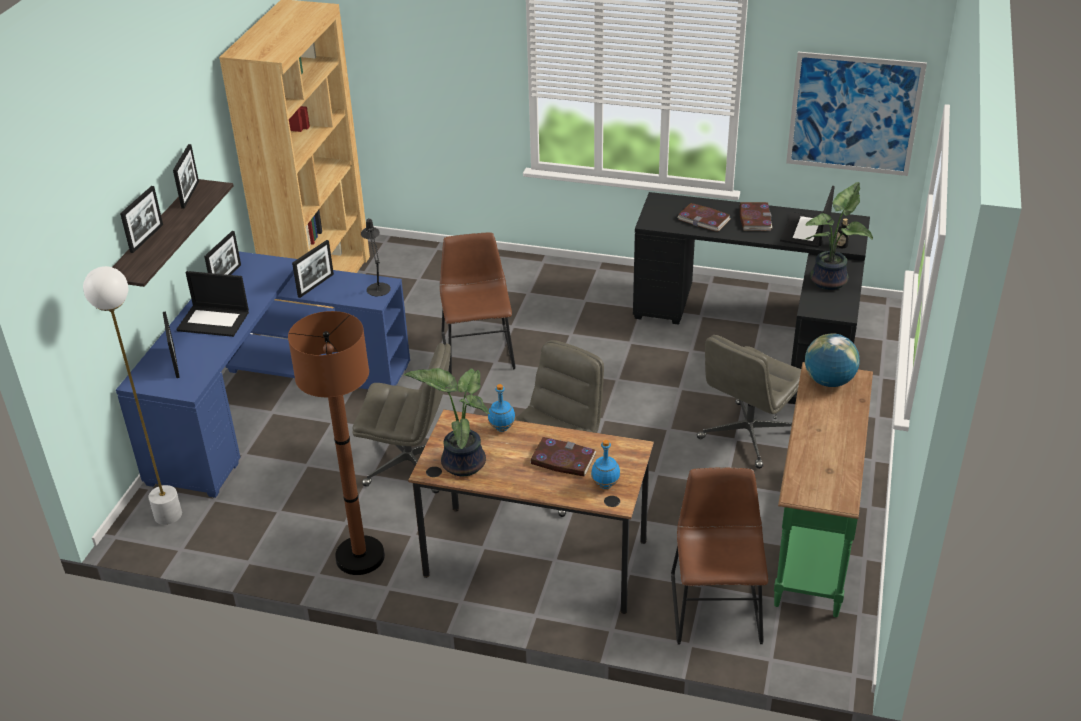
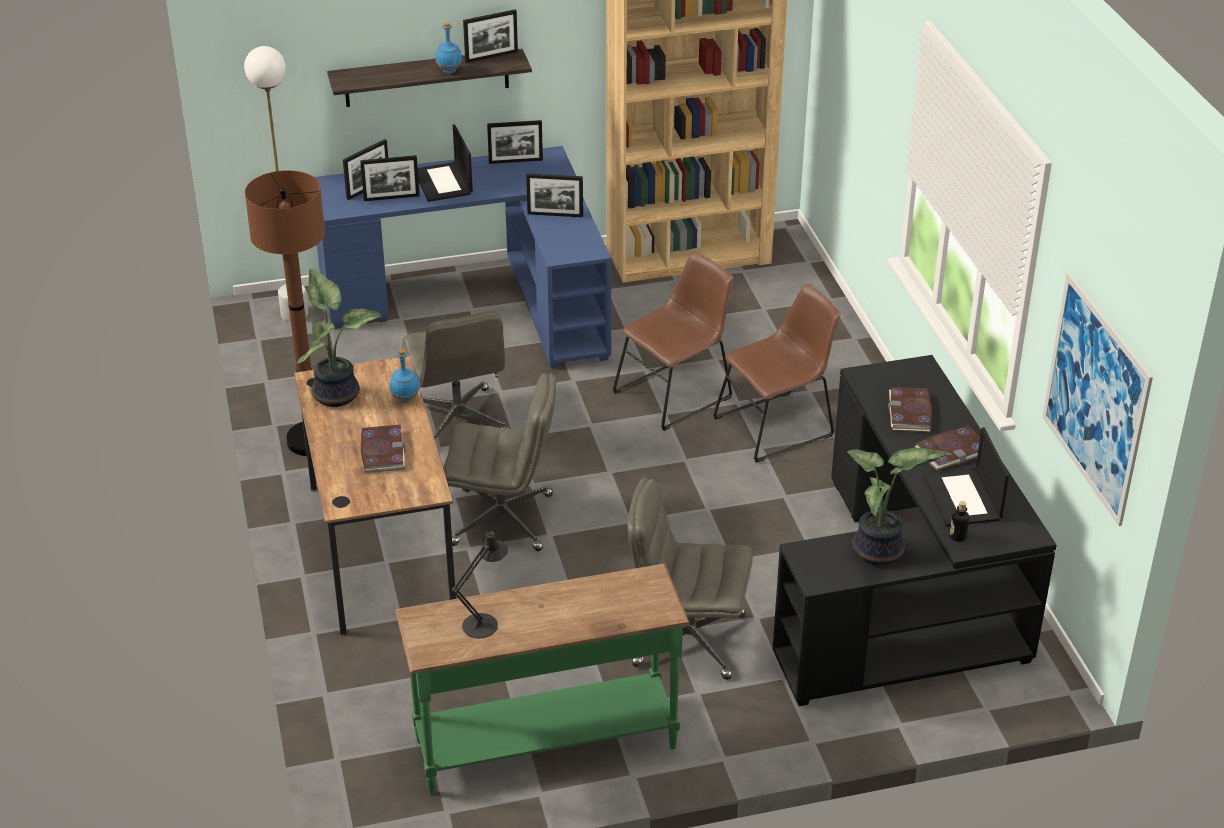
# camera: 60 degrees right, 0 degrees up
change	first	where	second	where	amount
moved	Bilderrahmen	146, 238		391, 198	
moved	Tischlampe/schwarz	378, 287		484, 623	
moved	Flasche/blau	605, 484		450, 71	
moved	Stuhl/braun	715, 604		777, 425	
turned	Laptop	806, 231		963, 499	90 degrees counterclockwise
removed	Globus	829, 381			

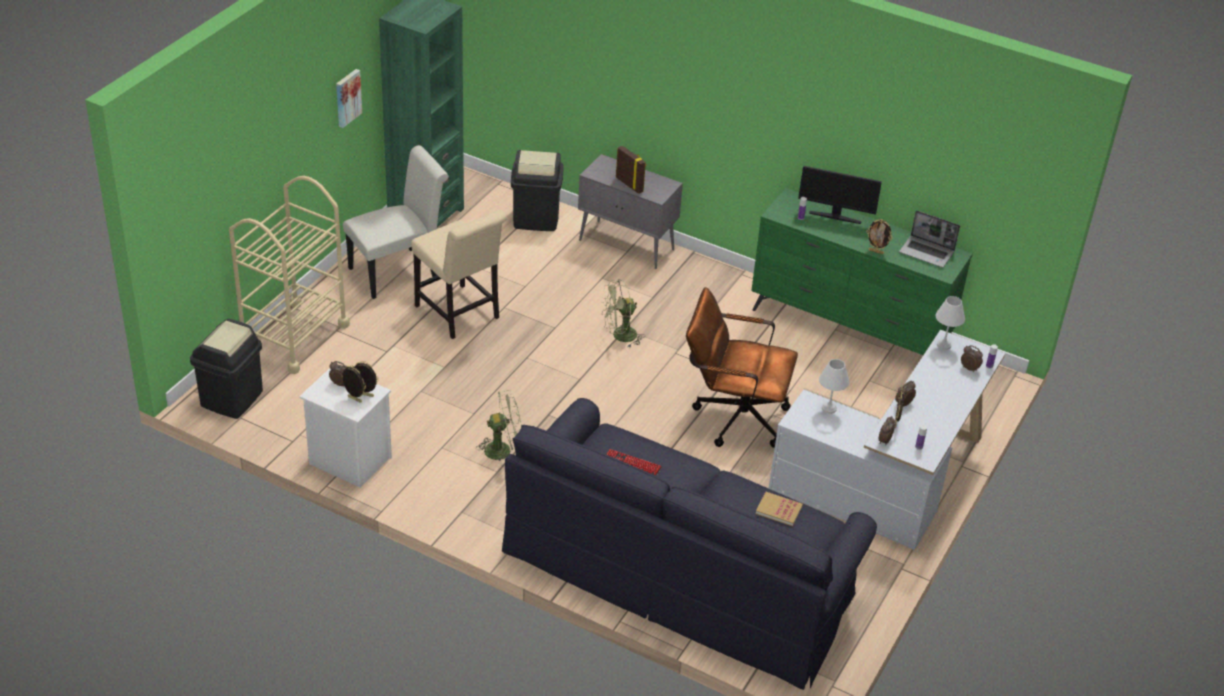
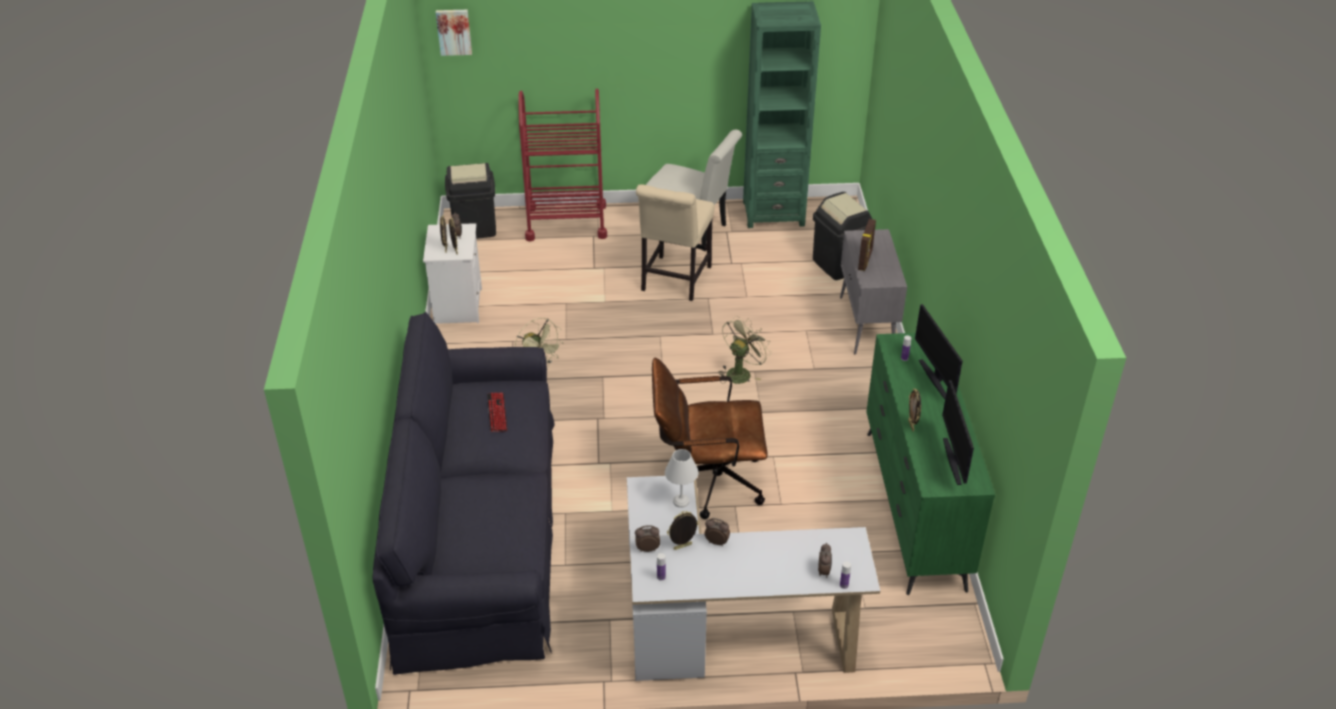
# camera: 60 degrees right, 0 degrees up
change	first	where	second	where	amount
recoloured	Rollwagen/beige	294, 337	Rollwagen/rot	566, 222	
moved	Bild	347, 97		454, 31	
turned	Ventilator/grün	619, 336		741, 372	90 degrees clockwise
turned	Bürostuhl/braun	733, 416		706, 482	75 degrees counterclockwise
removed	Buch	778, 510			
replaced	Laptop	927, 252	Monitor	954, 461	
removed	Tischlampe/weiß	944, 344			

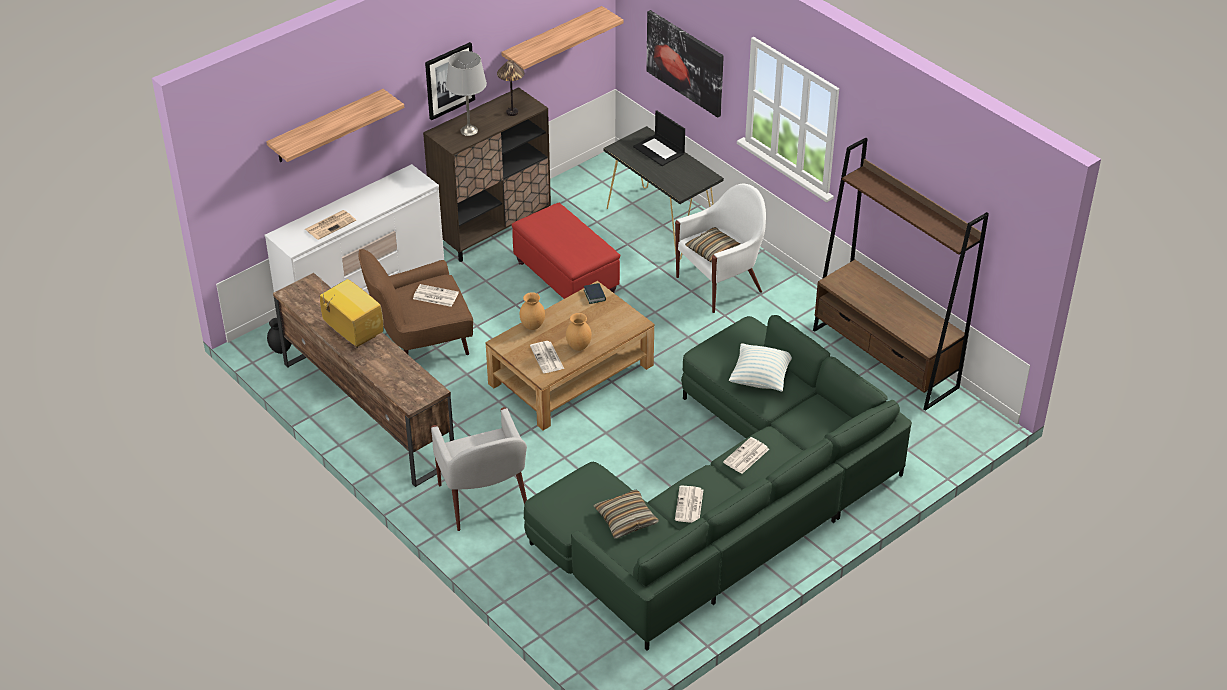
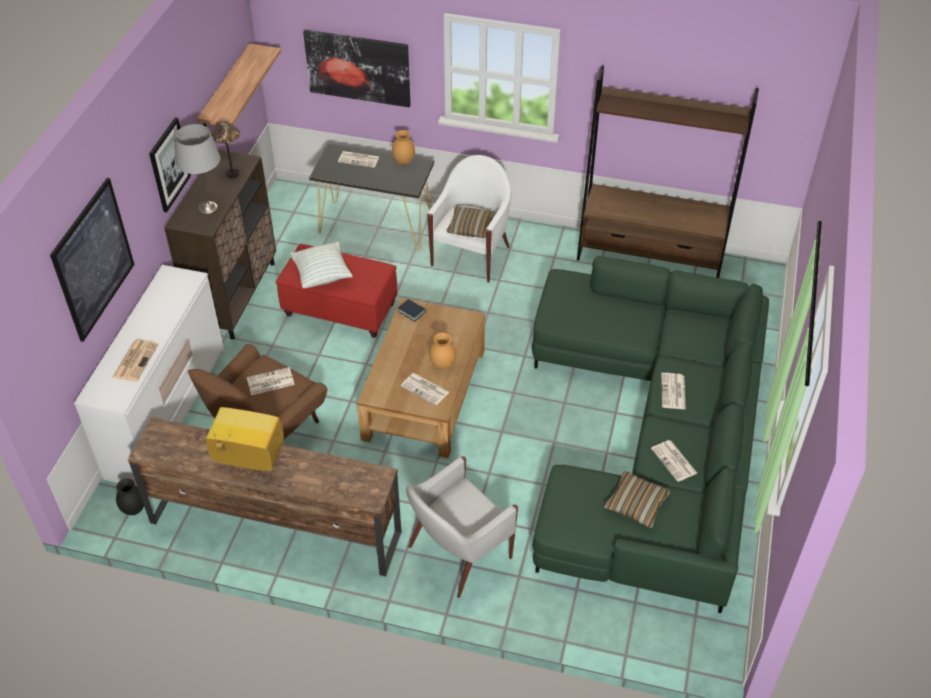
# camera: 35 degrees left, 5 degrees up
change	first	where	second	where	amount
replaced	Wandregal	327, 126	Bild	93, 259	
turned	Sessel/weiß	483, 500		457, 553	105 degrees clockwise
moved	Vase/braun	532, 326		403, 162	
replaced	Laptop	659, 150	Zeitung	359, 159	
moved	Kissen	760, 378		322, 275	

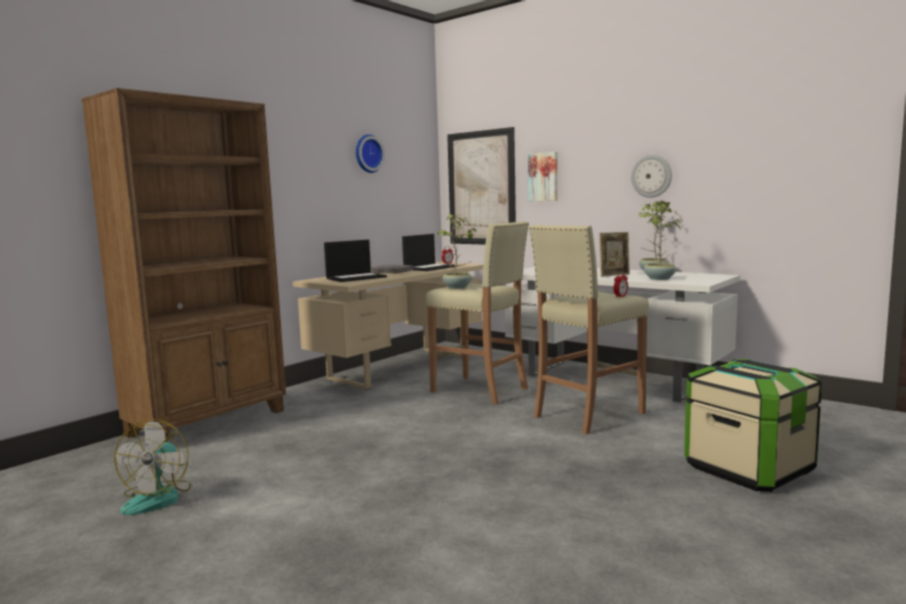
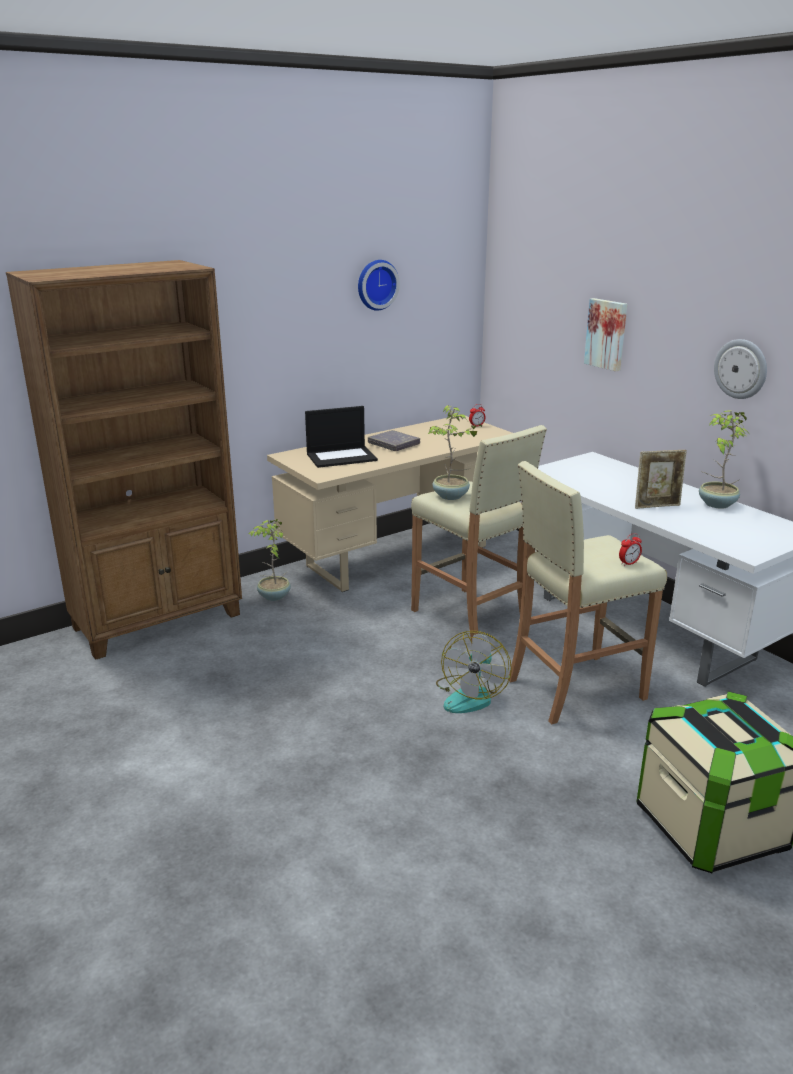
# camera: 15 degrees right, 15 degrees up
change	first	where	second	where	amount
moved	Ventilator	158, 497		471, 695	
removed	Laptop	430, 268			
removed	Bild	481, 188			
moved	Topfpflanze	659, 279		273, 596	

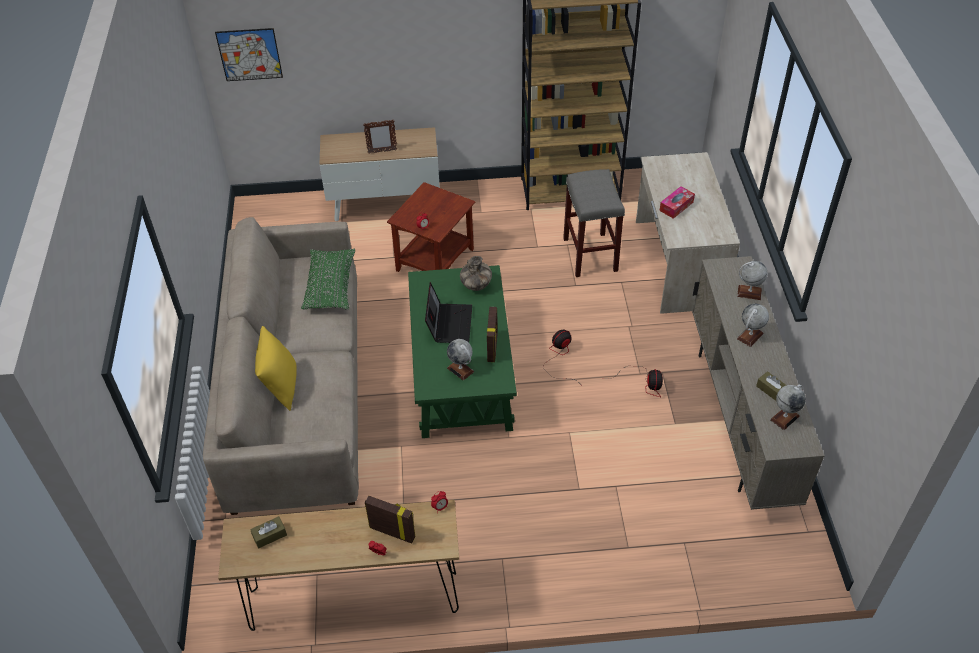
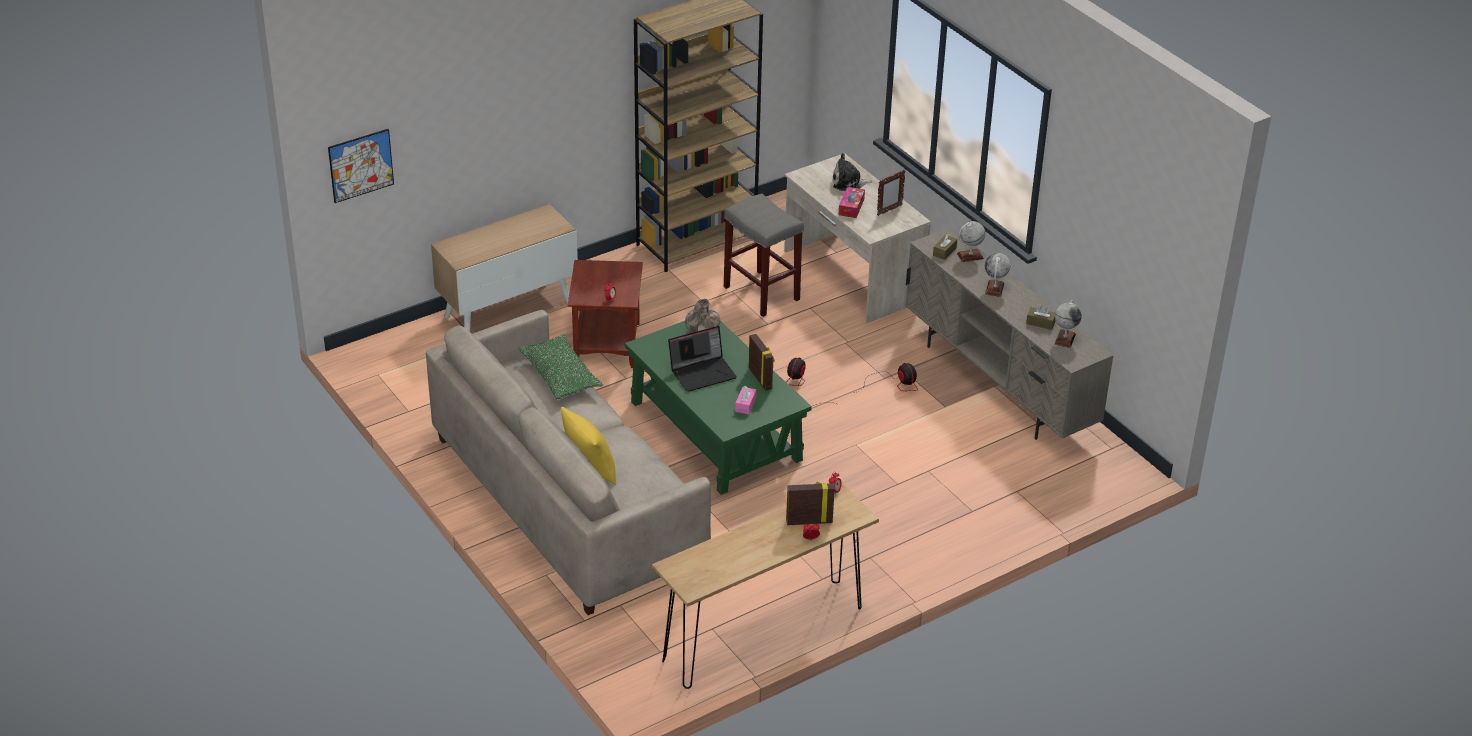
# camera: 30 degrees left, 10 degrees down
change	first	where	second	where	amount
moved	Taschentuchbox/braun	269, 535		944, 251	
moved	Bilderrahmen	382, 151		889, 210	
turned	Laptop	449, 323		703, 372	90 degrees clockwise
replaced	Globus	460, 370	Taschentuchbox/rosa	745, 405	
added			Plüschtier	848, 182	

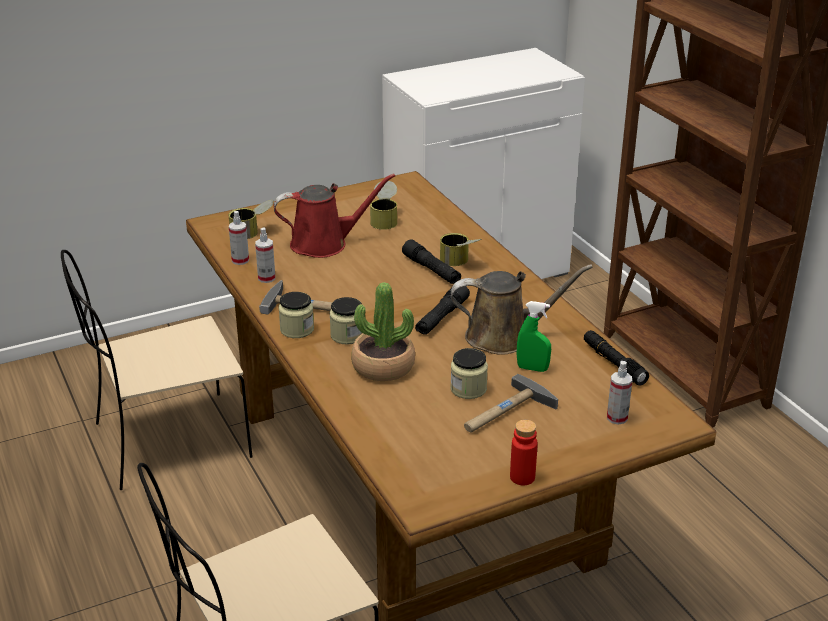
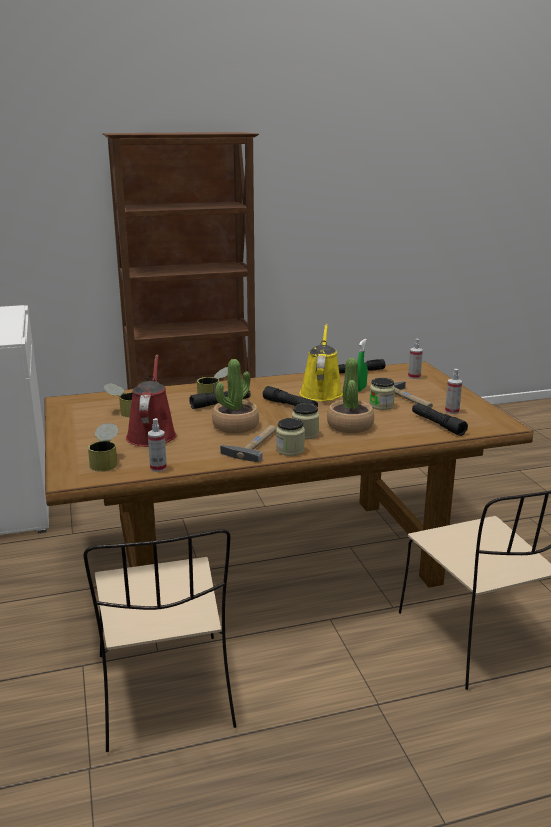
# camera: 80 degrees left, 10 degrees down
change	first	where	second	where	amount
moved	Sprühflasche	266, 278		452, 411	
recoloured	Gießkanne/braun	504, 337	Gießkanne/gelb	321, 392	
removed	Flasche/rot	522, 477			
added			Topfpflanze	235, 426	
added			Taschenlampe/schwarz	438, 424	

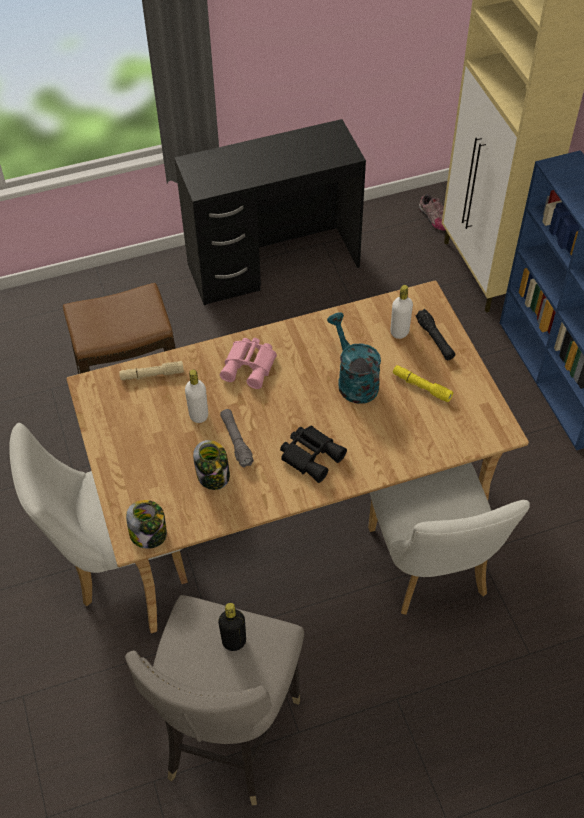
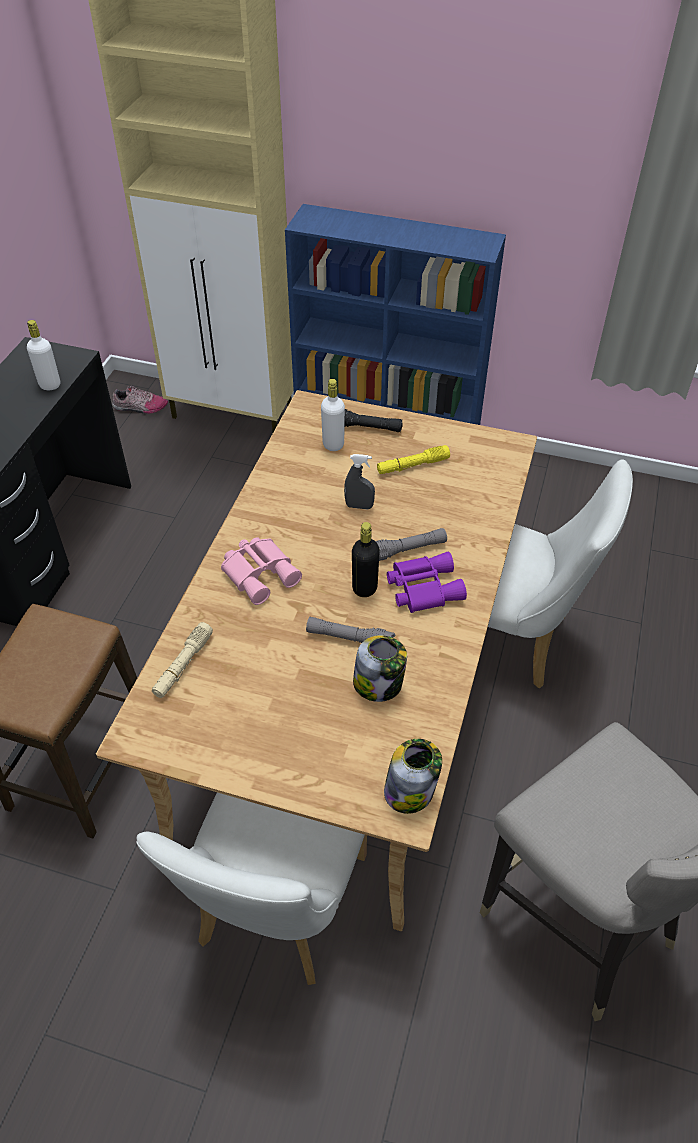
# camera: 55 degrees left, 5 degrees down
change	first	where	second	where	amount
moved	Flasche/weiß	198, 415		50, 385	
moved	Flasche/schwarz	234, 641		364, 588	
recoloured	Fernglas/schwarz	311, 455	Fernglas/lila	422, 587	
replaced	Gießkanne/türkis	353, 380	Sprühflasche/grau	359, 506	
added			Taschenlampe/grau	407, 550	

